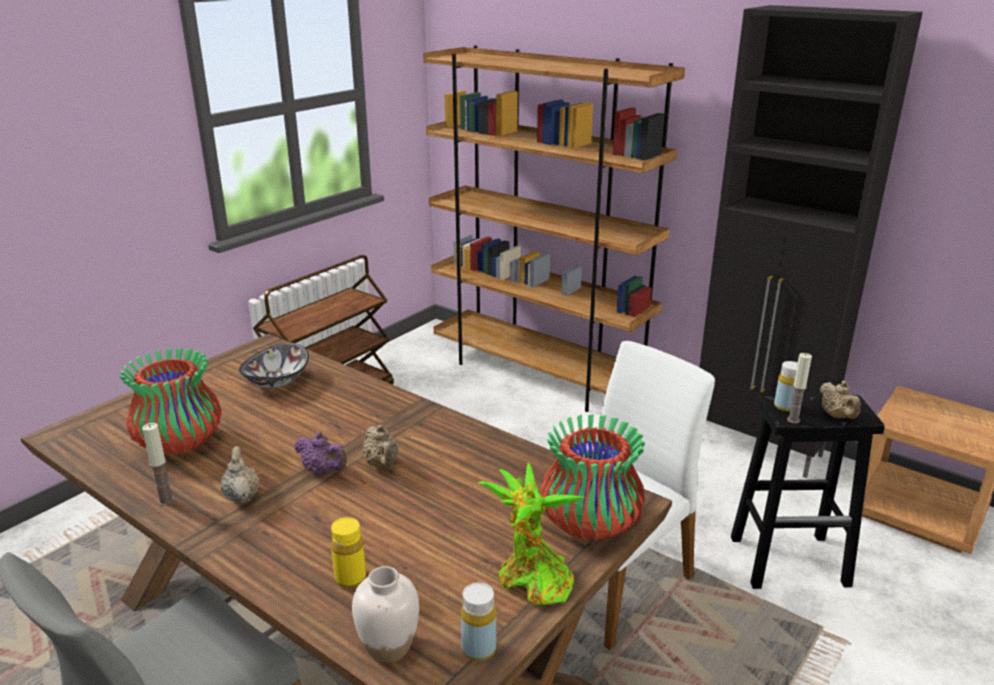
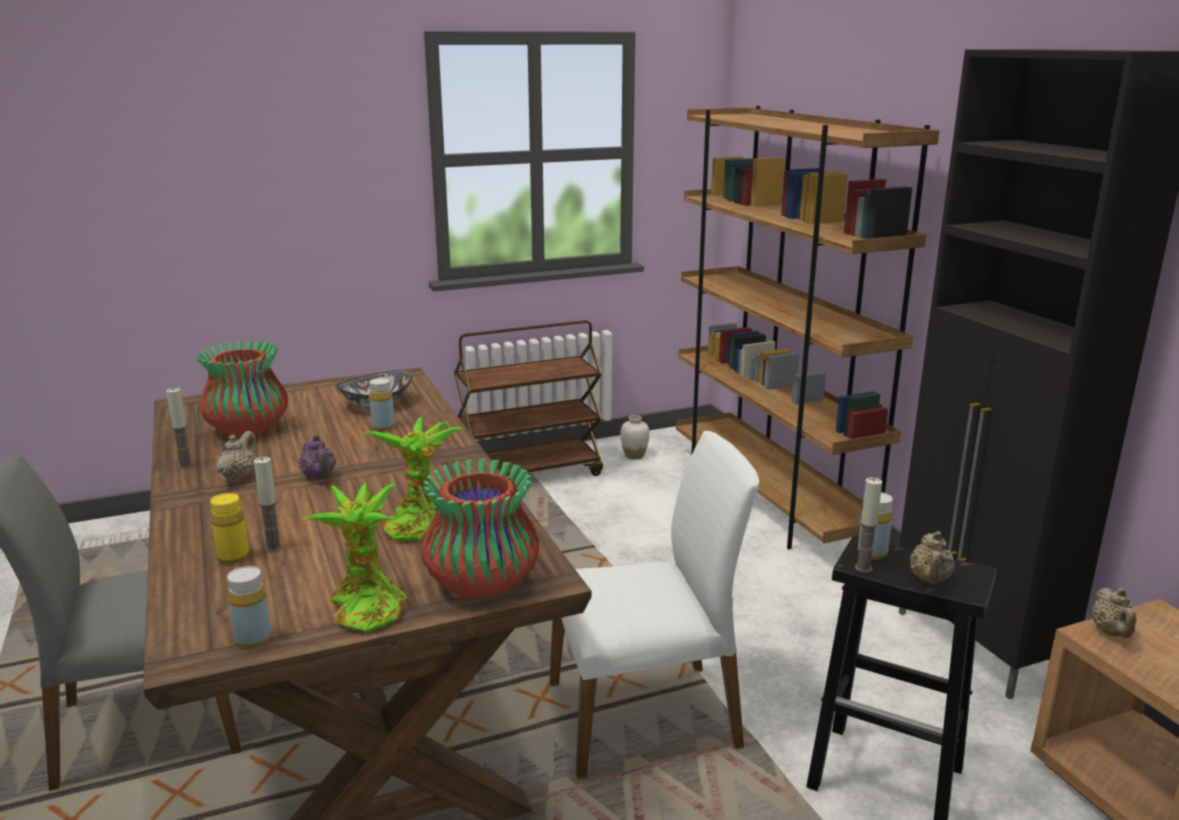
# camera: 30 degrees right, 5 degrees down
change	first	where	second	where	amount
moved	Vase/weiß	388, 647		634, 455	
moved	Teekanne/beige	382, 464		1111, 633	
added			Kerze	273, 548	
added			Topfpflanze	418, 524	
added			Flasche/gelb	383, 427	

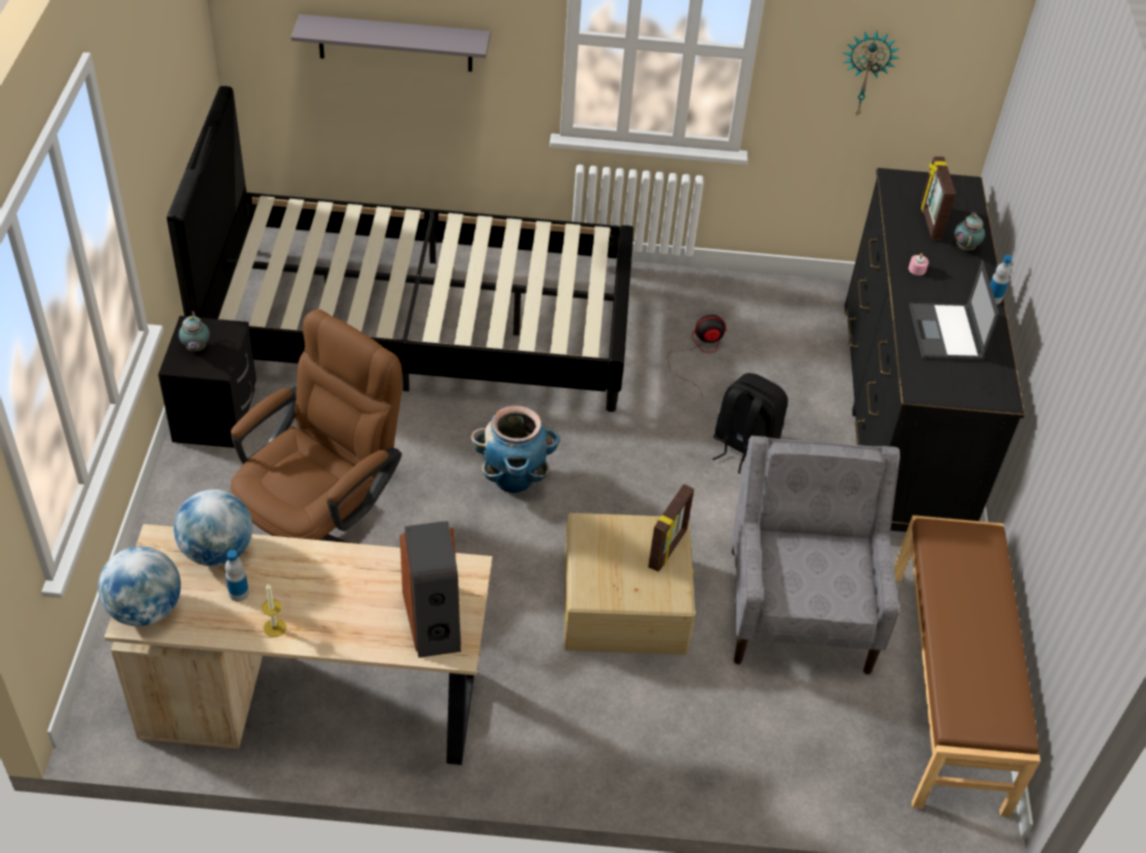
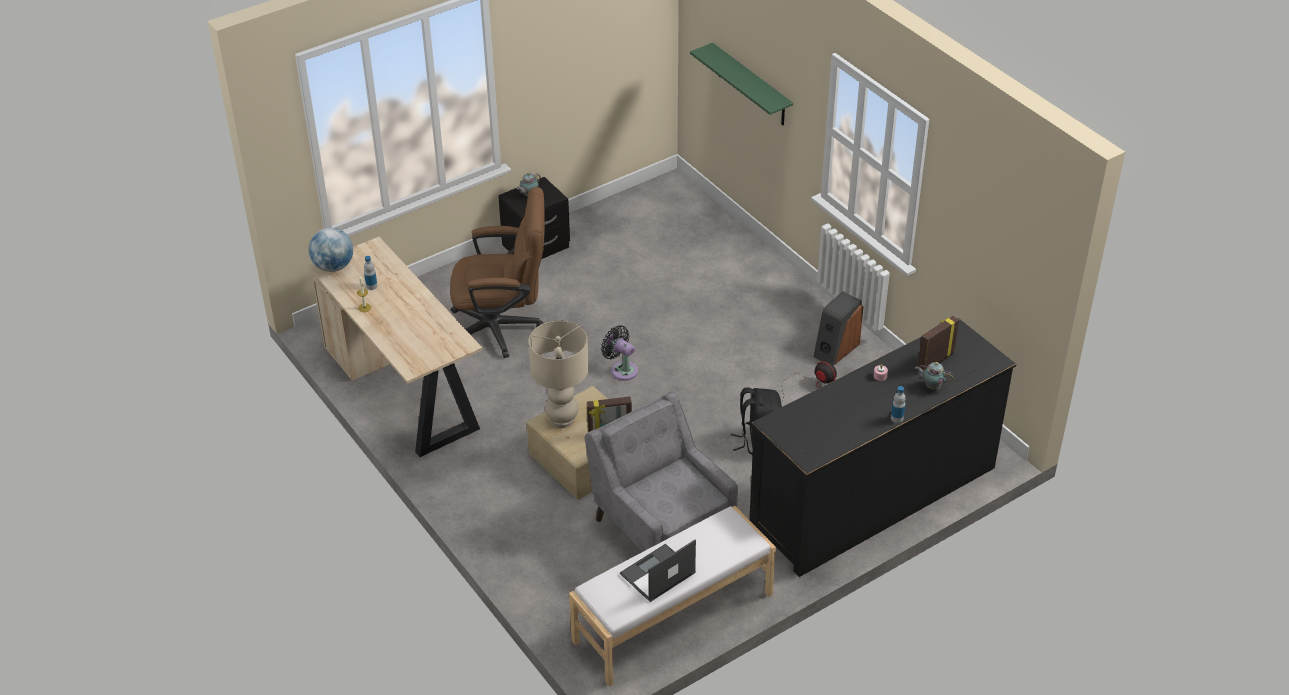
# camera: 55 degrees right, 5 degrees down
change	first	where	second	where	amount
removed	Bett/schwarz	420, 326			
removed	Globus	217, 551			
recoloured	Wandregal/grau	395, 43	Wandregal/grün	751, 86	
moved	Lautsprecher	433, 619		835, 349	
replaced	Pflanzkübel	514, 479	Ventilator/schwarz	622, 369	
turned	Sessel/grau	800, 608		662, 527	90 degrees counterclockwise
removed	Wanduhr	866, 72			
recoloured	Bank/braun	948, 689	Bank/weiß	674, 618	
moved	Laptop	946, 333		657, 574	
turned	Teekanne	965, 246		931, 386	135 degrees counterclockwise
added			Tischlampe/beige	562, 420	

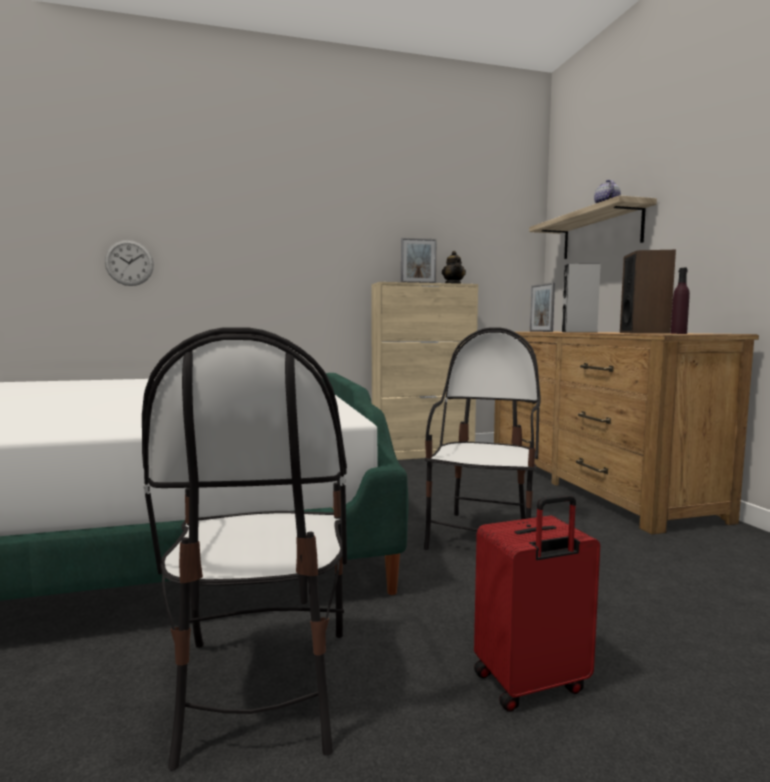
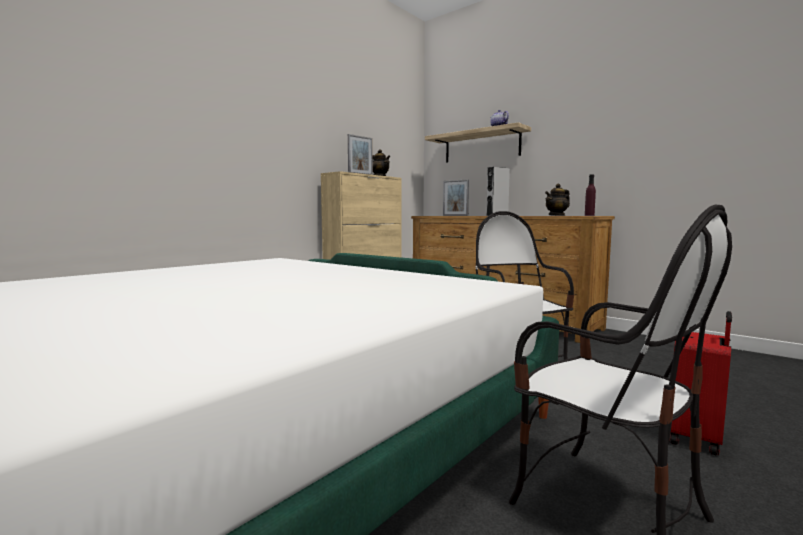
# camera: 35 degrees left, 0 degrees up
change	first	where	second	where	amount
removed	Wanduhr	129, 263			
replaced	Lautsprecher	644, 333	Teekanne	557, 215	

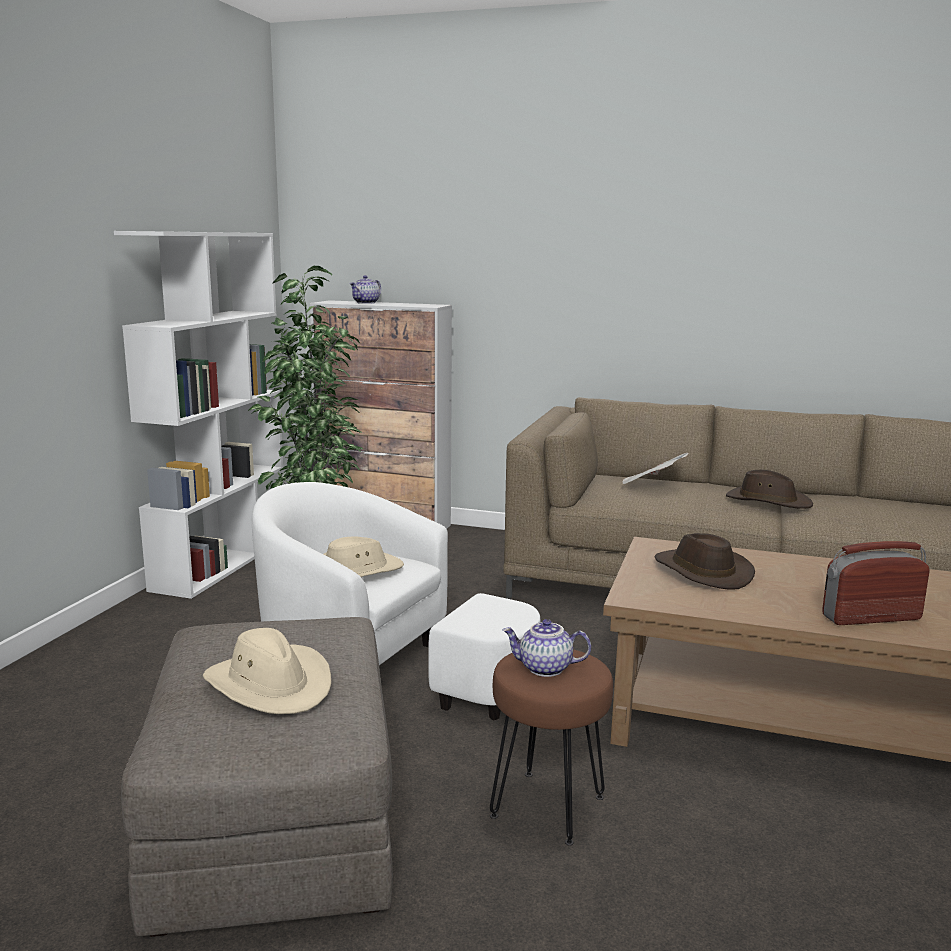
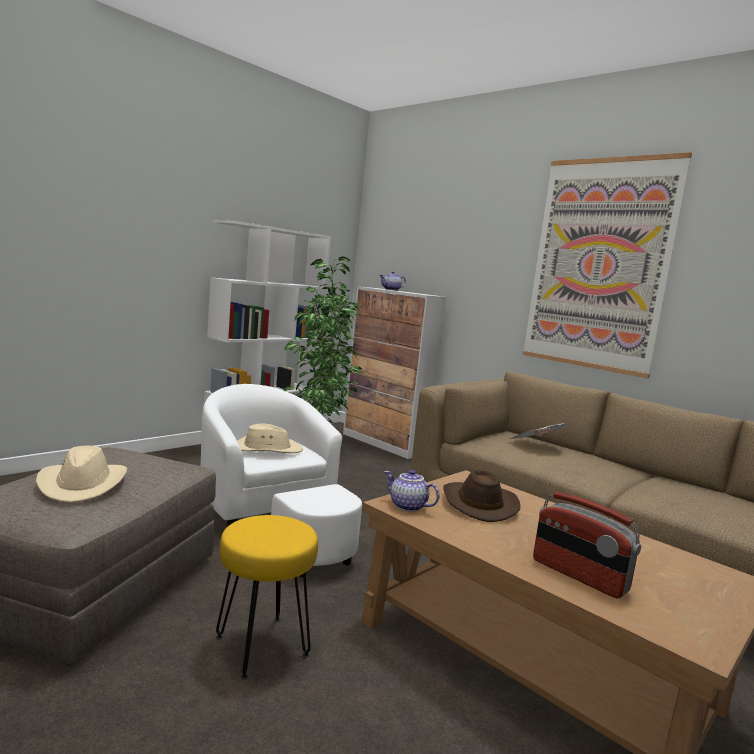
# camera: 25 degrees right, 5 degrees down
change	first	where	second	where	amount
recoloured	Hocker/braun	548, 807	Hocker/gelb	261, 647	
moved	Teekanne	544, 669		407, 506	
removed	Hut/braun	767, 501			
turned	Radio	870, 617		578, 576	150 degrees counterclockwise
added			Bild	598, 264	

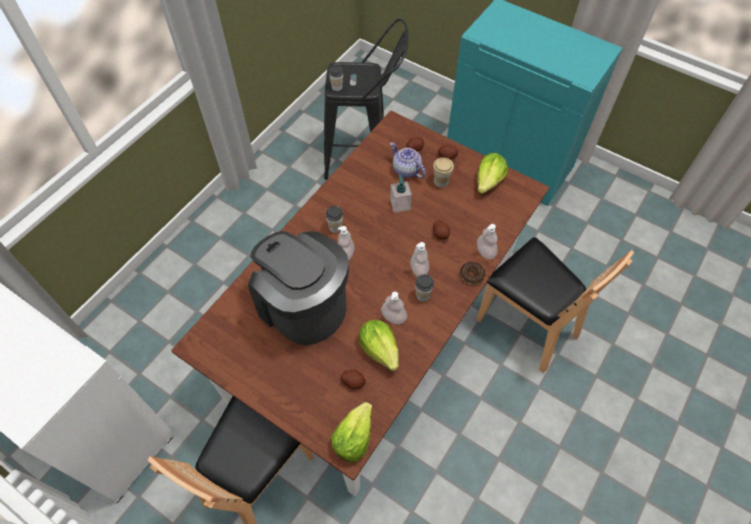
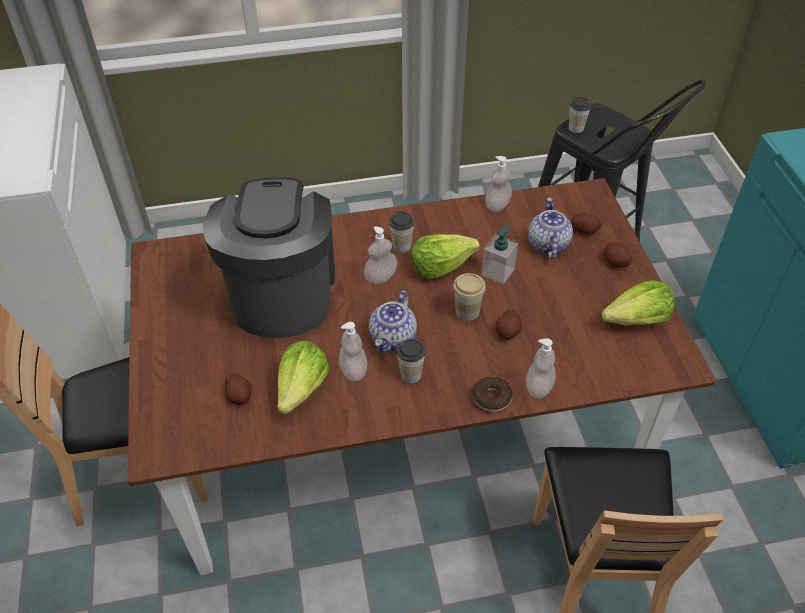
# camera: 45 degrees right, 10 degrees down
change	first	where	second	where	amount
moved	Salatkopf	353, 437		440, 266	
moved	Seifenspender	419, 269		497, 205	
moved	Tasse	441, 181		467, 311	
added			Teekanne	393, 339	

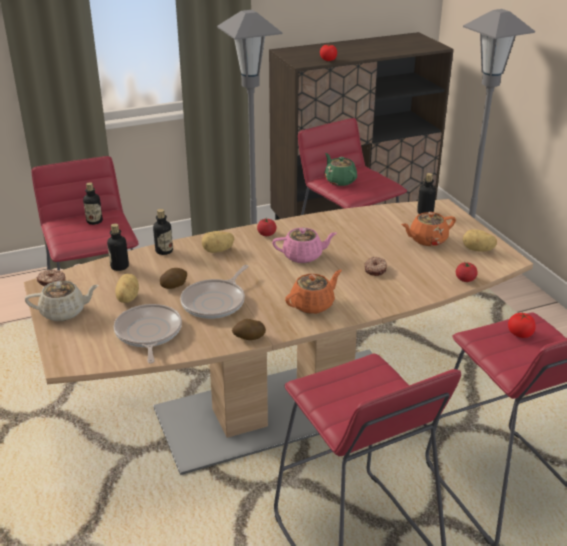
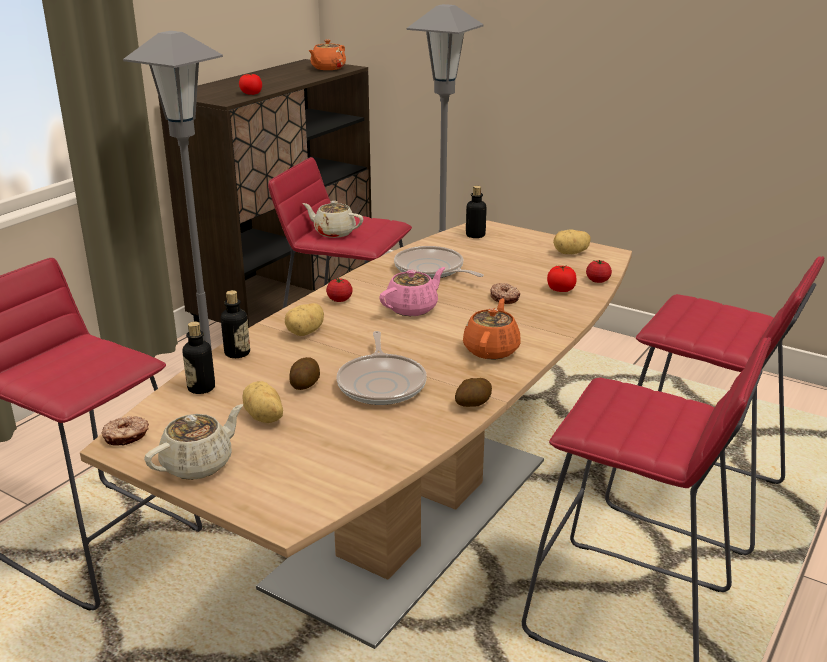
# camera: 35 degrees left, 5 degrees down
change	first	where	second	where	amount
removed	Flasche	94, 221			
moved	Pfanne	148, 334		431, 270	
recoloured	Teekanne/grün	340, 181	Teekanne/beige	334, 232	
moved	Teekanne/orange	427, 240		327, 68	
moved	Tomate	520, 334		560, 290	

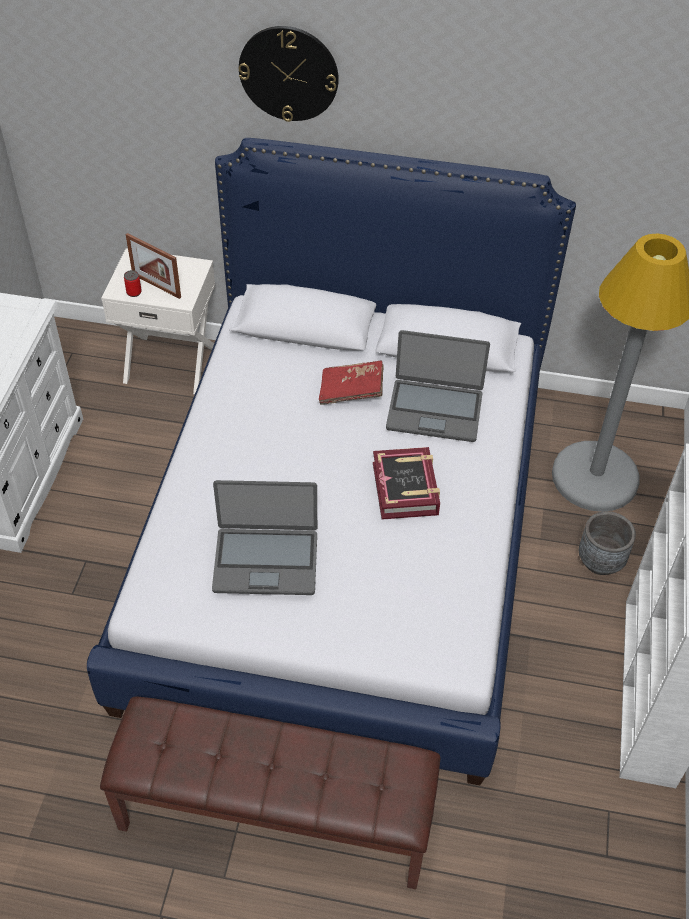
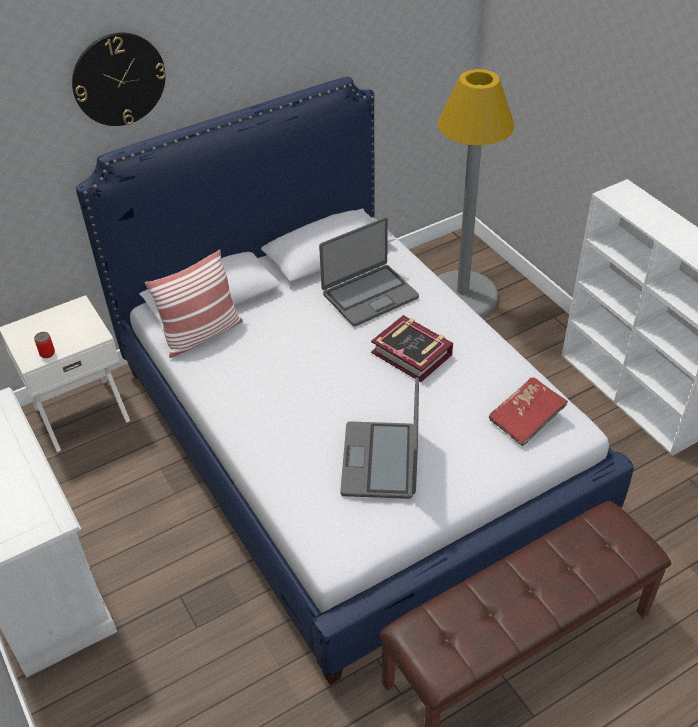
# camera: 40 degrees left, 5 degrees down
change	first	where	second	where	amount
removed	Bilderrahmen	156, 285			
turned	Laptop	266, 561		381, 461	135 degrees clockwise
moved	Buch/rot	351, 391		526, 419	
removed	Pflanzkübel/grau	600, 561			
added			Kissen	201, 334	

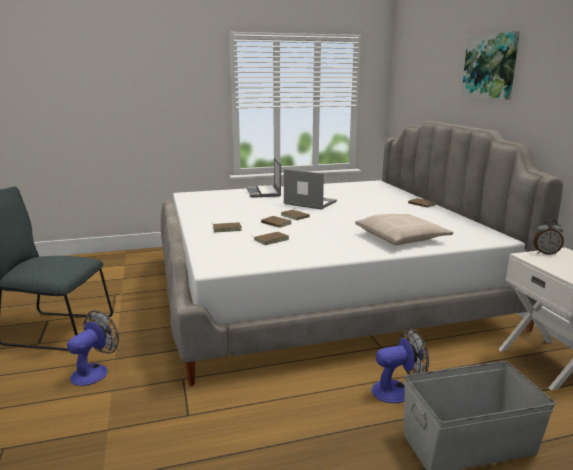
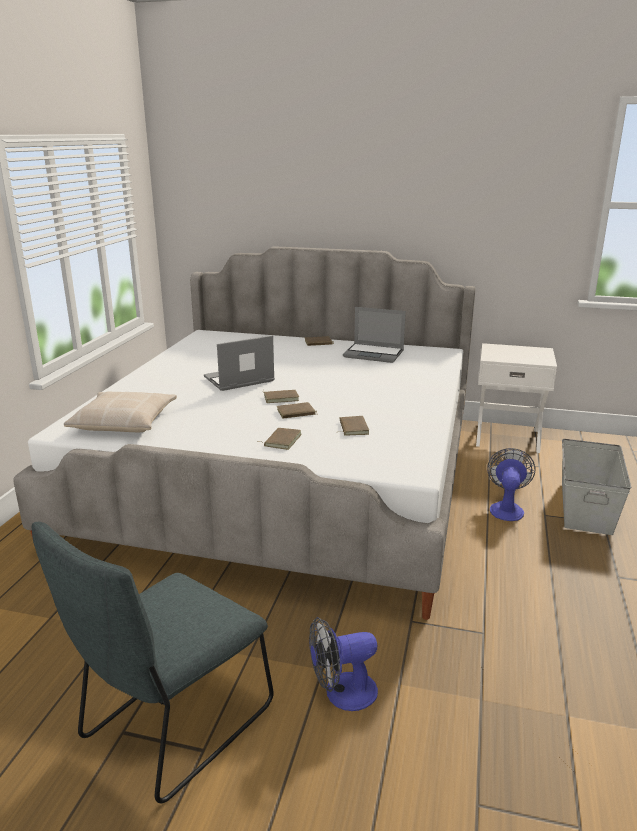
# camera: 60 degrees left, 5 degrees up
change	first	where	second	where	amount
turned	Ventilator	94, 371		342, 693	75 degrees counterclockwise
moved	Laptop	264, 192		374, 354	
moved	Kissen/beige	401, 238		124, 422	
removed	Bild	490, 66			
removed	Wecker	545, 253			

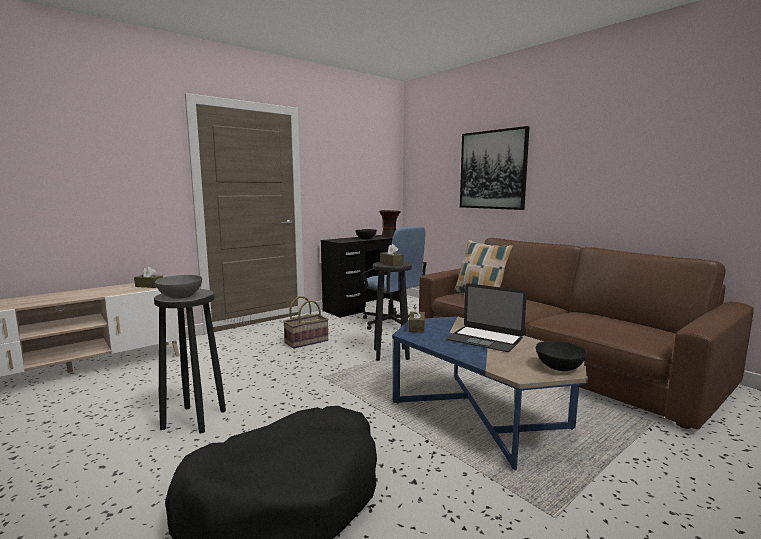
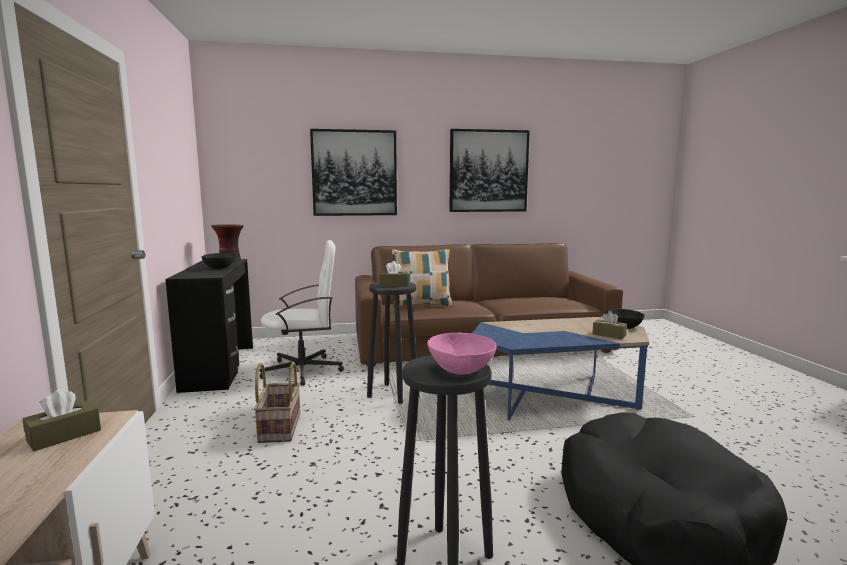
# camera: 60 degrees left, 0 degrees up
change	first	where	second	where	amount
recoloured	Schüssel/grau	180, 296	Schüssel/rosa	461, 370	
recoloured	Bürostuhl/blau	391, 323	Bürostuhl/weiß	304, 370	
moved	Taschentuchbox/braun	416, 327		609, 335	
removed	Laptop	485, 339			
added			Bild	488, 171	

